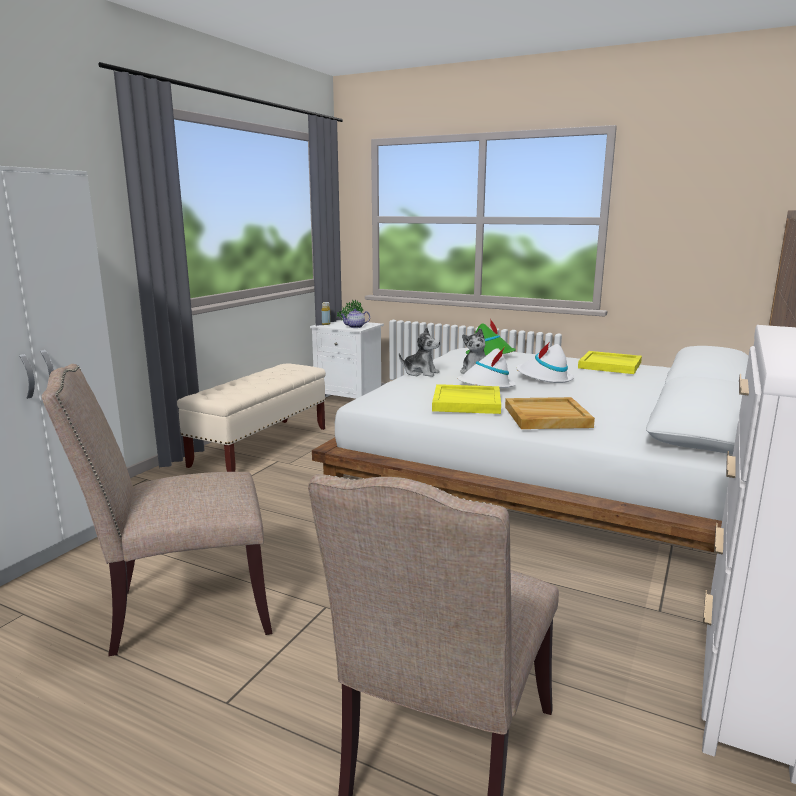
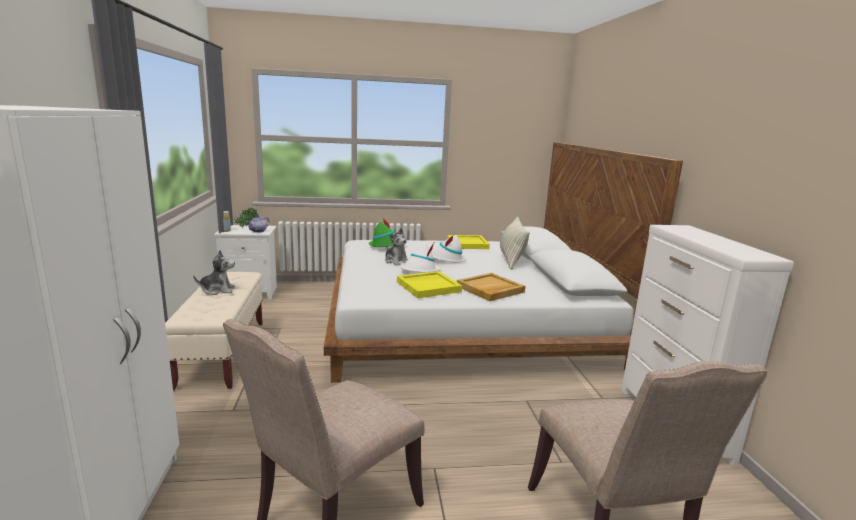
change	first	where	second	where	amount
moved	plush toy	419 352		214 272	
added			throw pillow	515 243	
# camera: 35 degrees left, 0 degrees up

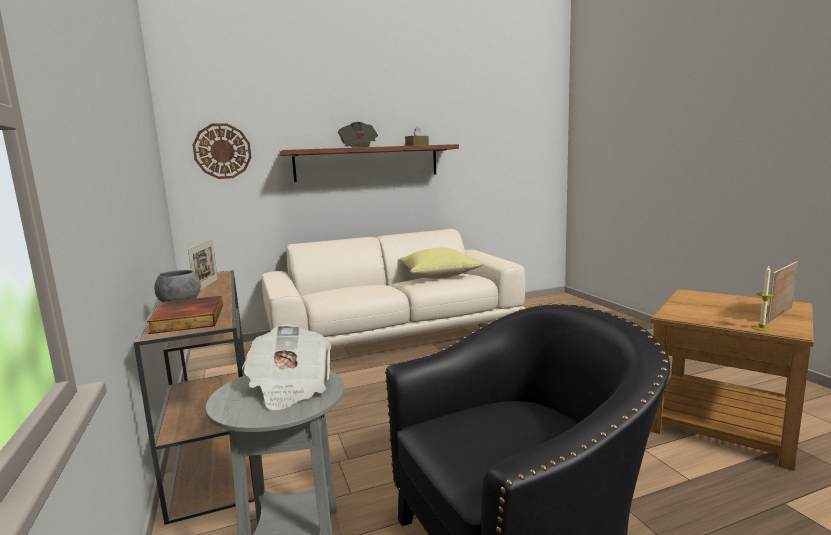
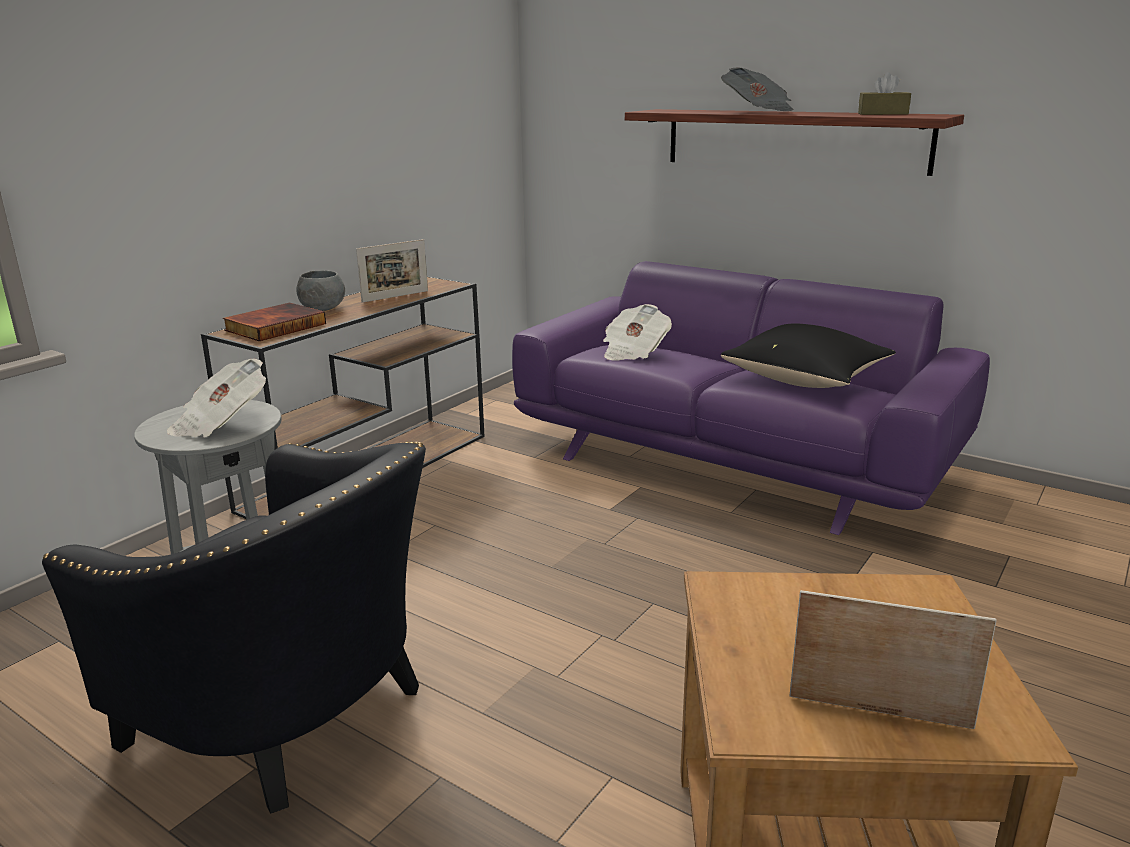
change	first	where	second	where	amount
recoloured	beige couch	393 289	purple-coloured couch	751 398	
added			newspaper	637 332	
recoloured	yellow throw pillow	440 263	blackish throw pillow	808 356	
removed	wall clock	222 151			
removed	wax light	763 298			
# camera: 55 degrees right, 10 degrees up

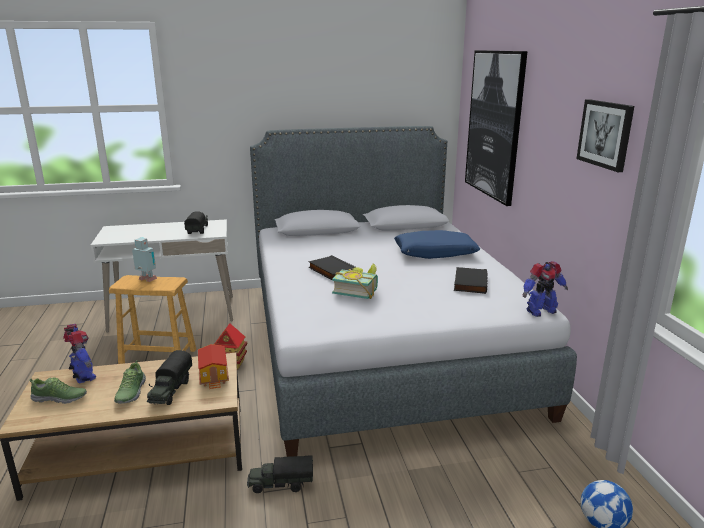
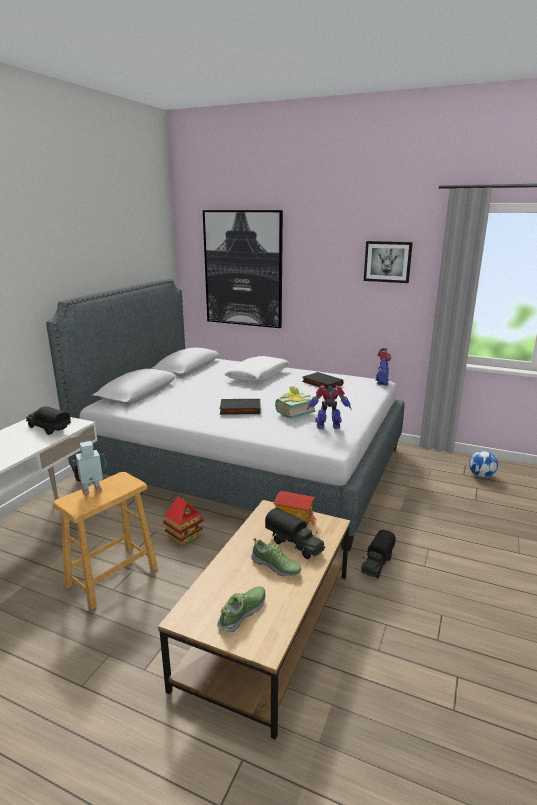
change	first	where	second	where	amount
recoloured	bluish throw pillow	437 244	white-coloured throw pillow	257 369	
moved	toy robot	79 353		329 407	
# camera: 55 degrees left, 0 degrees up

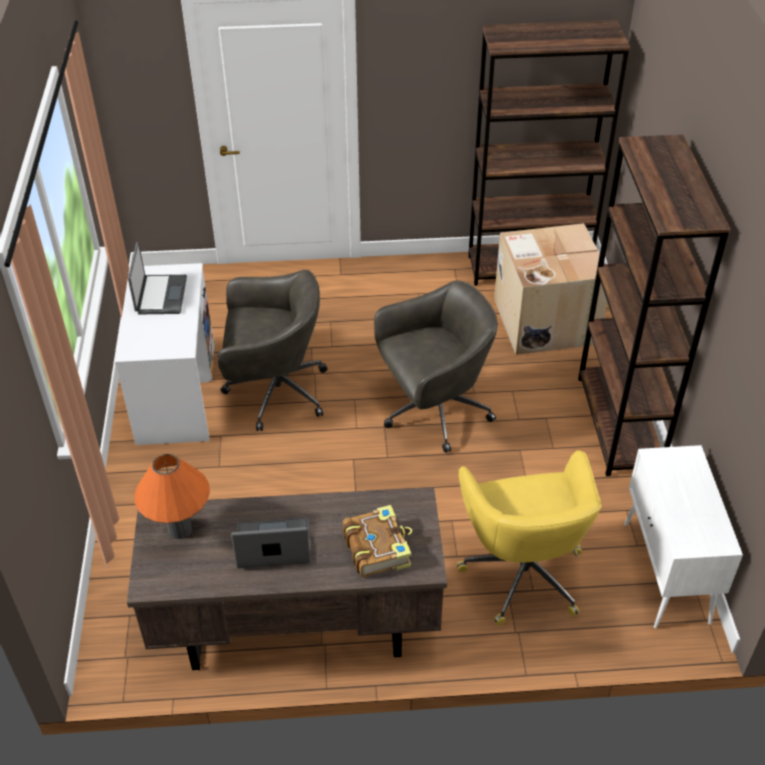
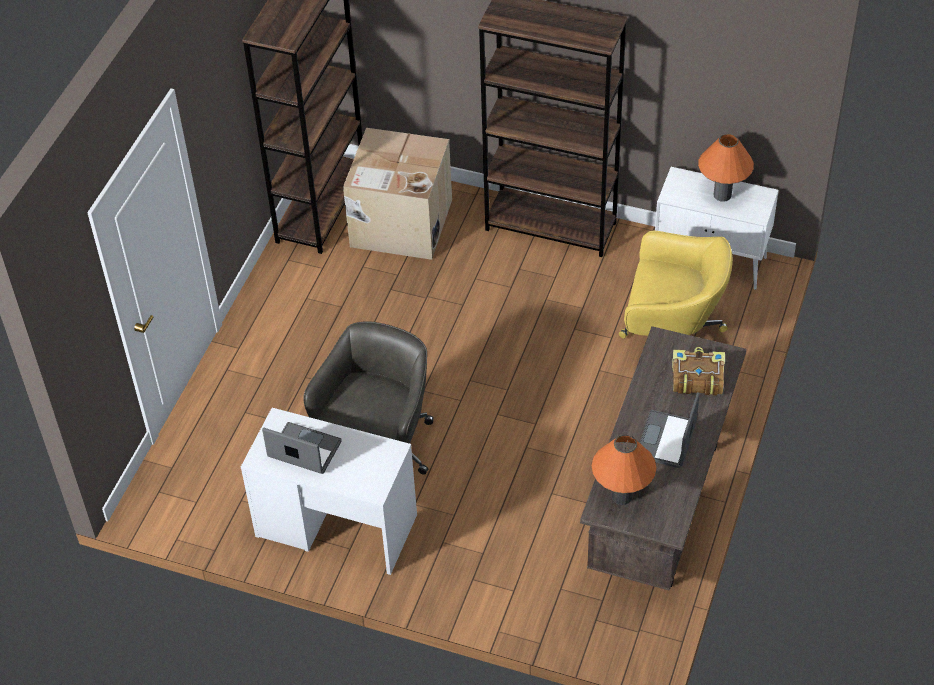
change	first	where	second	where	amount
added			orange lamp for a table	726 168	
removed	greyish desk chair	436 366			
# camera: 65 degrees left, 5 degrees up

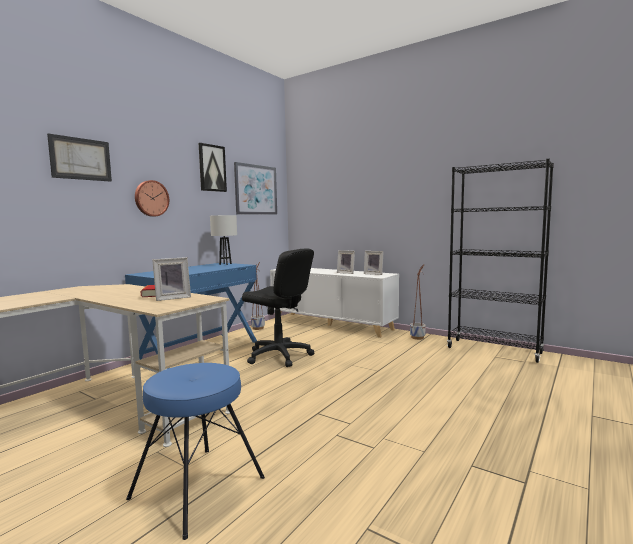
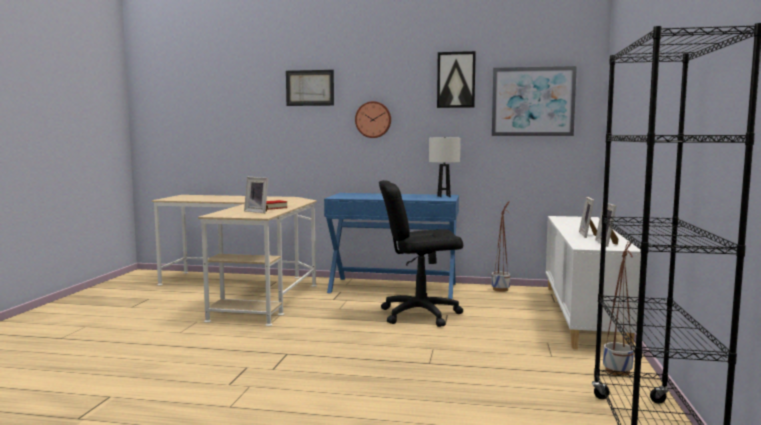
change	first	where	second	where	amount
turned	blackish desk chair	278 308		421 253	75 degrees clockwise
removed	bluish sitting stool	195 451			
# camera: 65 degrees right, 0 degrees up

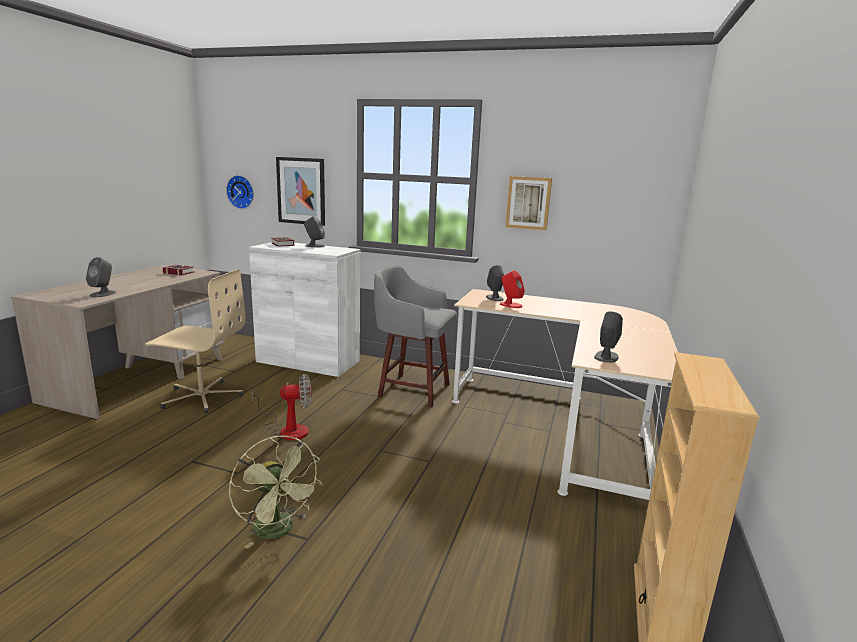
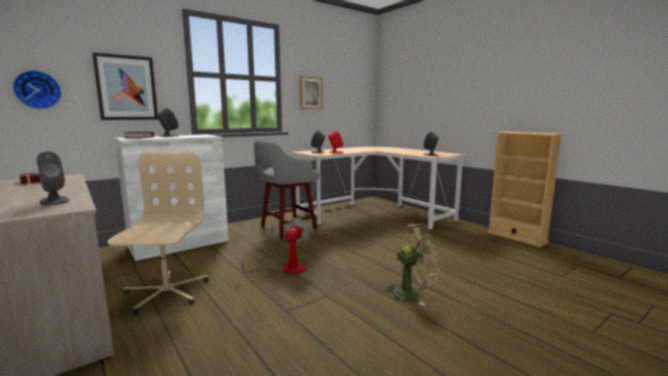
change	first	where	second	where	amount
turned	beige desk chair	195 341		158 233	45 degrees counterclockwise
# camera: 55 degrees left, 5 degrees down

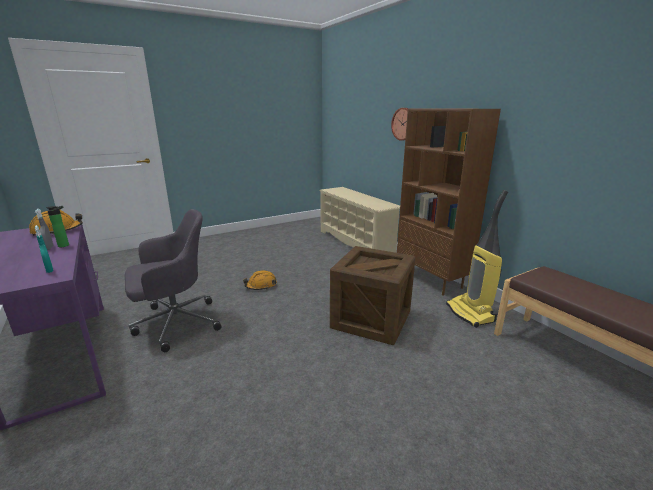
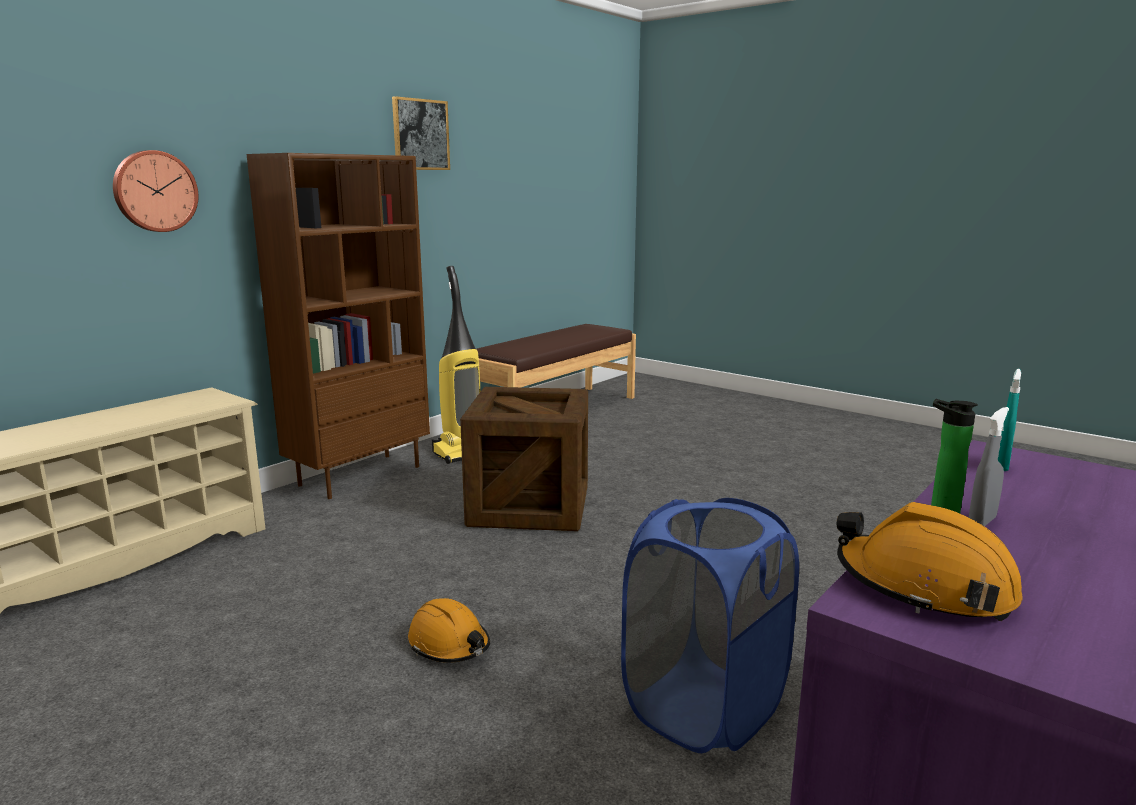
change	first	where	second	where	amount
added			wall art	421 133	
replaced	greyish desk chair	173 280	bluish laundry basket	710 625	
# camera: 110 degrees left, 5 degrees down

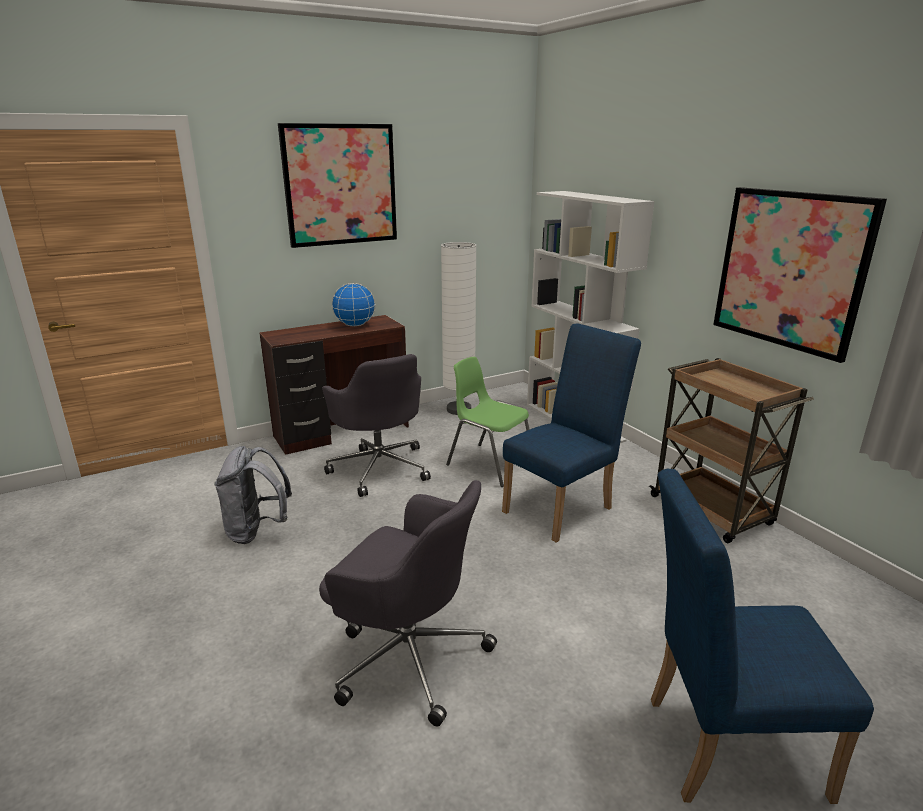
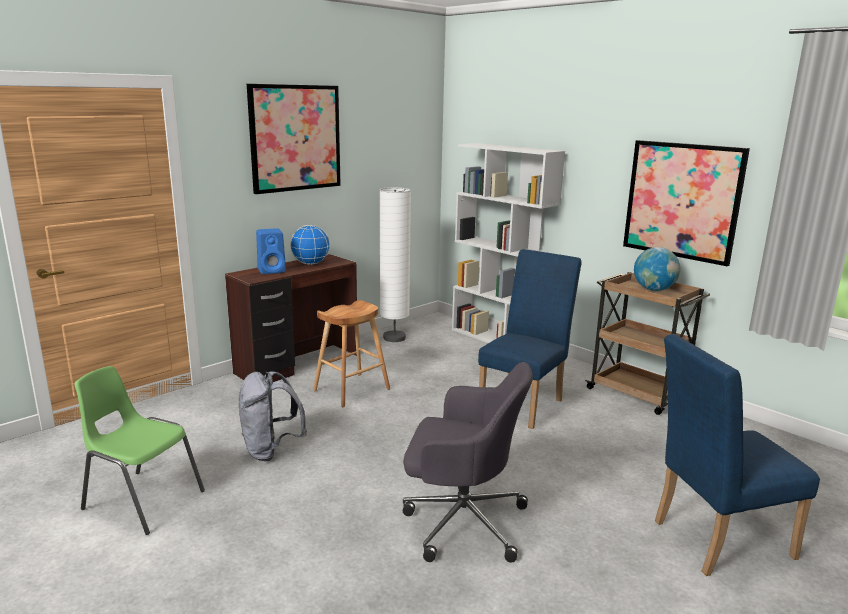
change	first	where	second	where	amount
moved	greenish upright chair	488 422		139 450	
added			bluish loudspeaker	271 251	
replaced	greyish desk chair	376 425	brownish sitting stool	351 353	
added			globe	657 269	
# camera: 15 degrees left, 5 degrees down

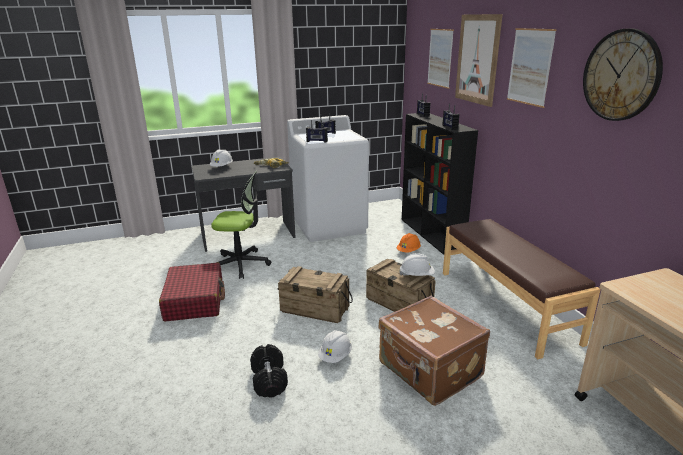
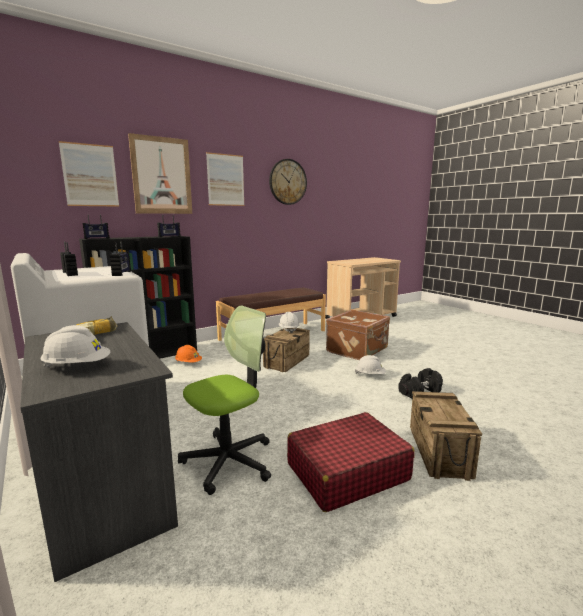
change	first	where	second	where	amount
turned	desk chair	241 225		224 400	60 degrees clockwise
moved	crate	315 294		446 436	
# camera: 105 degrees left, 10 degrees down

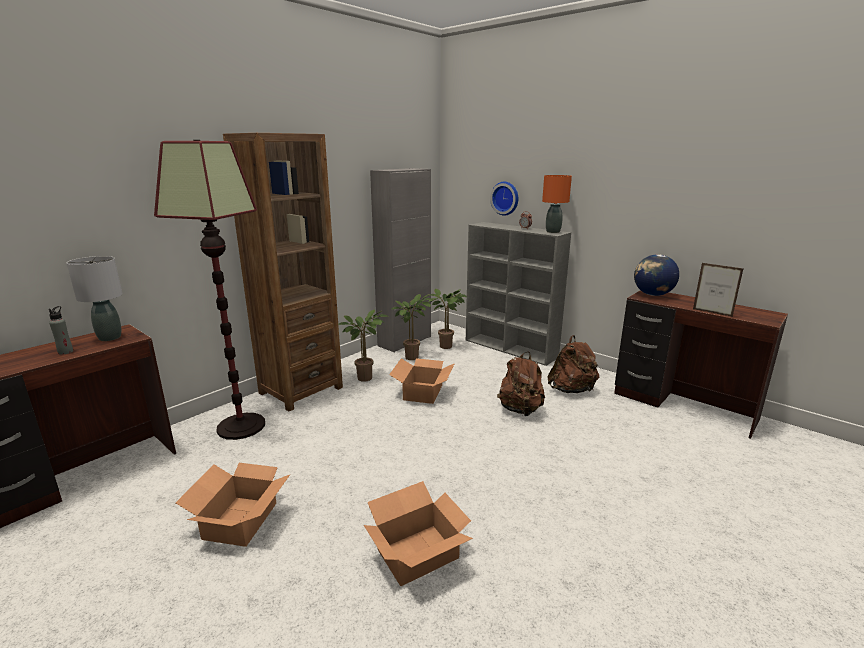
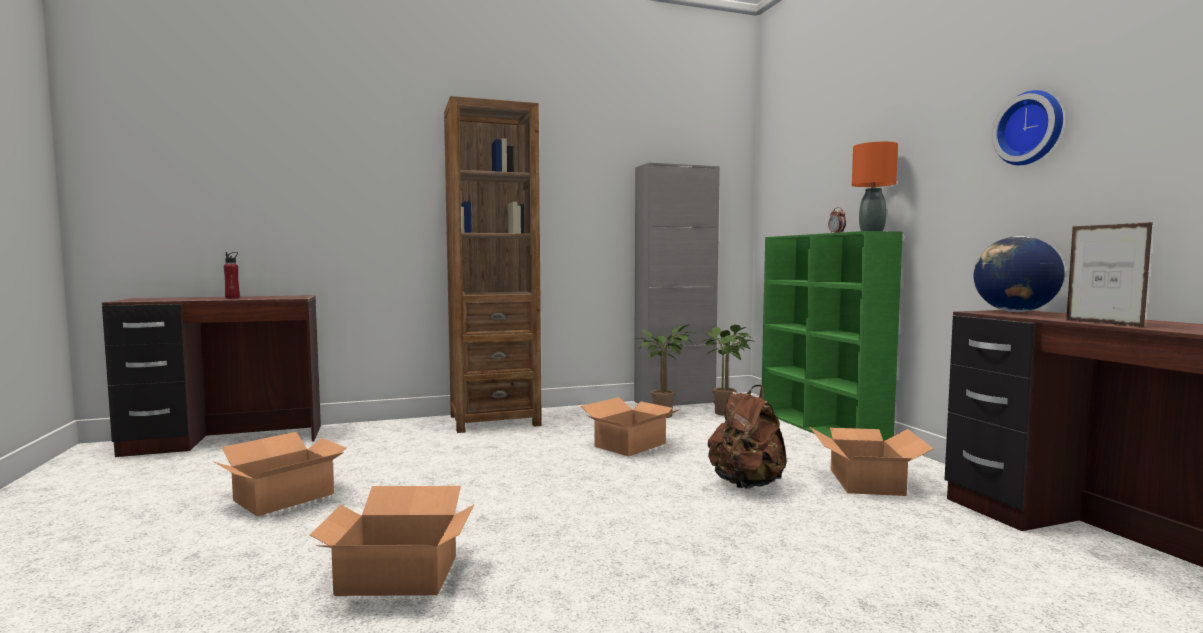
change	first	where	second	where	amount
recoloured	greyish drink bottle	61 330	red drink bottle	232 275	
recoloured	greyish bookcase	518 294	greenish bookcase	832 336	
replaced	brownish rucksack	573 364	packing box	872 461	
moved	wall clock	504 199		1027 127	
removed	greyish lamp for a table	95 298			
removed	standard lamp	209 290			
removed	plant in a pot	363 345			
# camera: 30 degrees right, 15 degrees down

